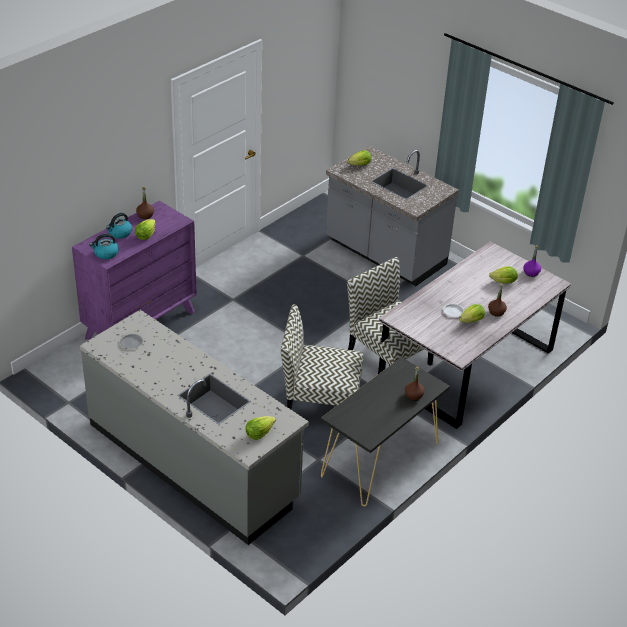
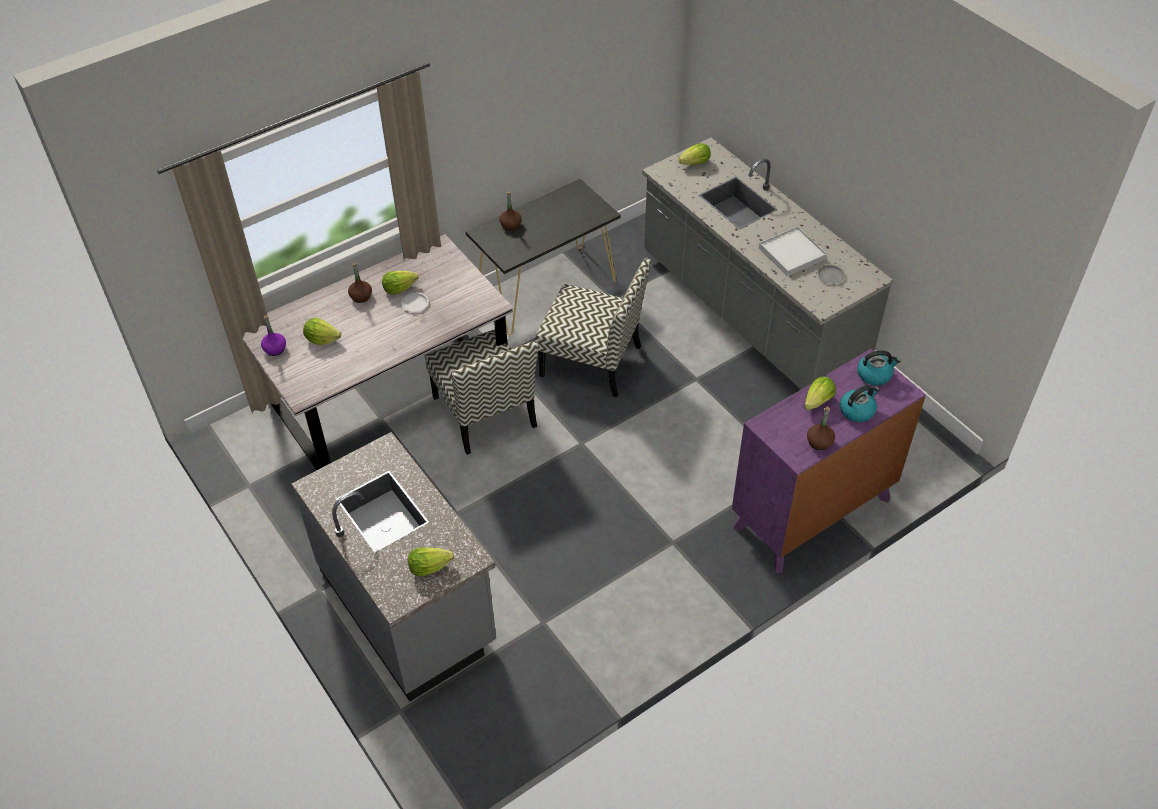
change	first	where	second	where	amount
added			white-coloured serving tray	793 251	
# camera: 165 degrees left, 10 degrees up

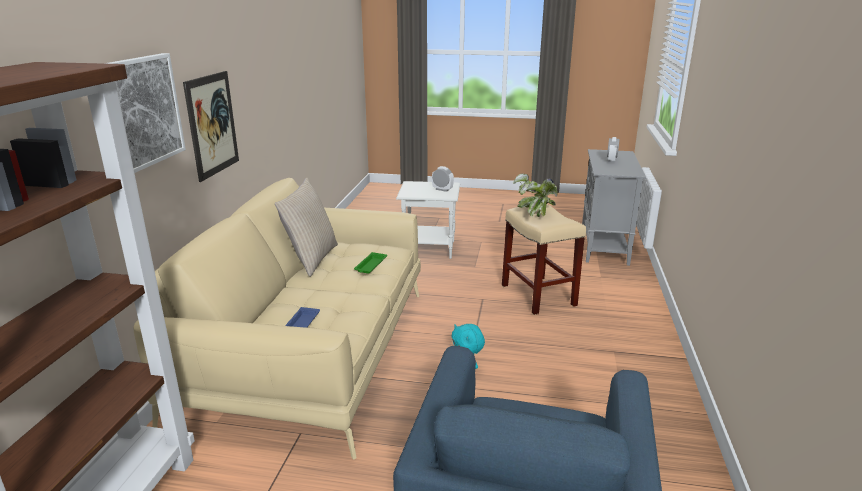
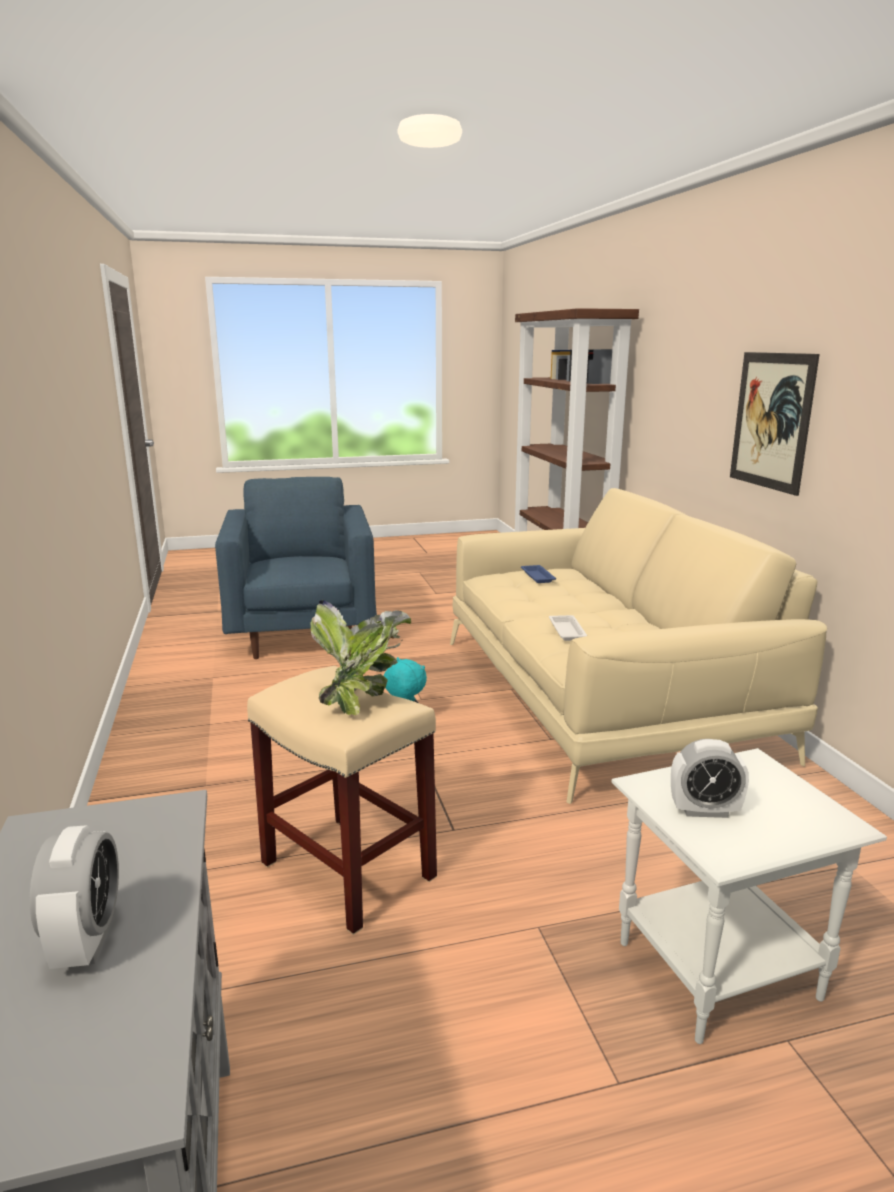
change	first	where	second	where	amount
recoloured	greenish serving tray	370 262	white-coloured serving tray	568 628	
removed	wall art	145 113			
removed	beige throw pillow	306 227			
# camera: 155 degrees right, 5 degrees down

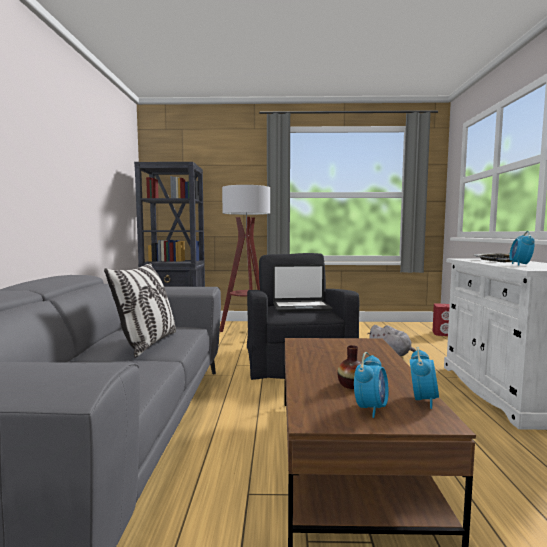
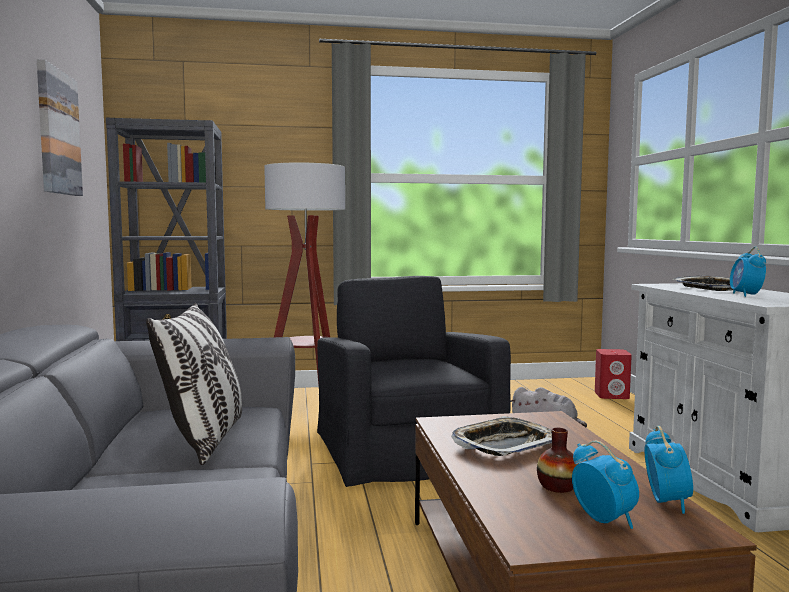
change	first	where	second	where	amount
added			wall art	60 127	
added			serving tray	501 436	
turned	bedside clock	371 385		605 485	45 degrees counterclockwise
removed	laptop	303 288			
# camera: 10 degrees left, 0 degrees up

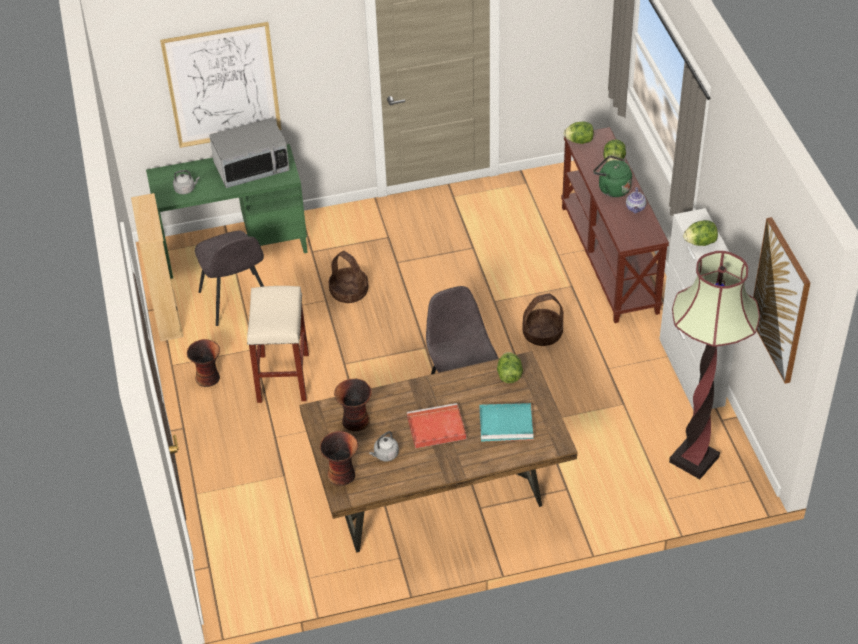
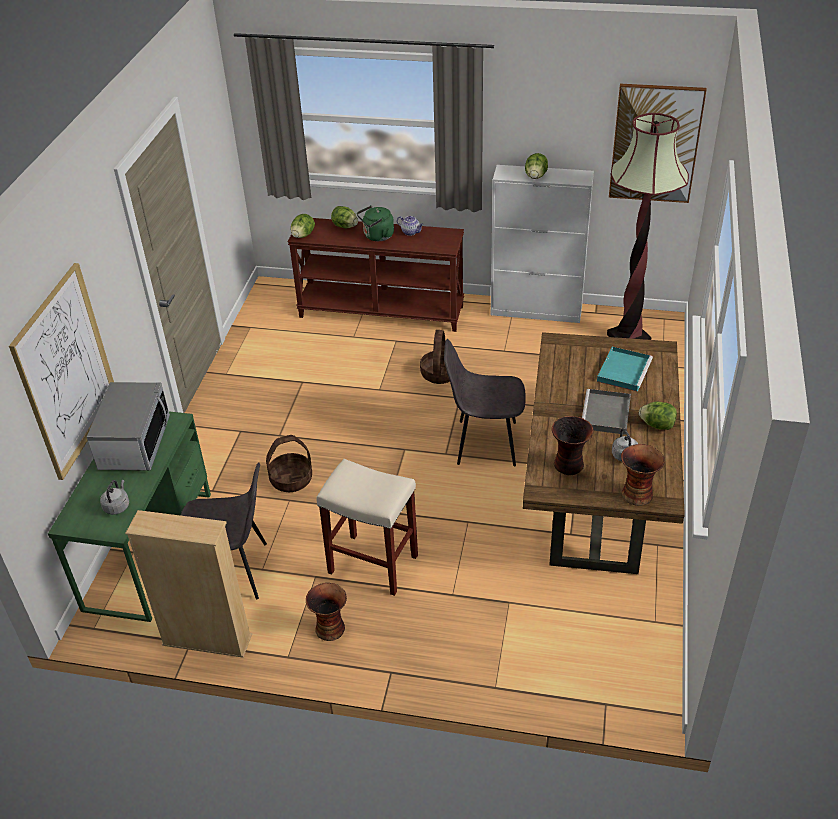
change	first	where	second	where	amount
recoloured	red serving tray	437 425	greyish serving tray	606 412	
moved	head of lettuce	510 367		658 416	
# camera: 65 degrees left, 5 degrees down

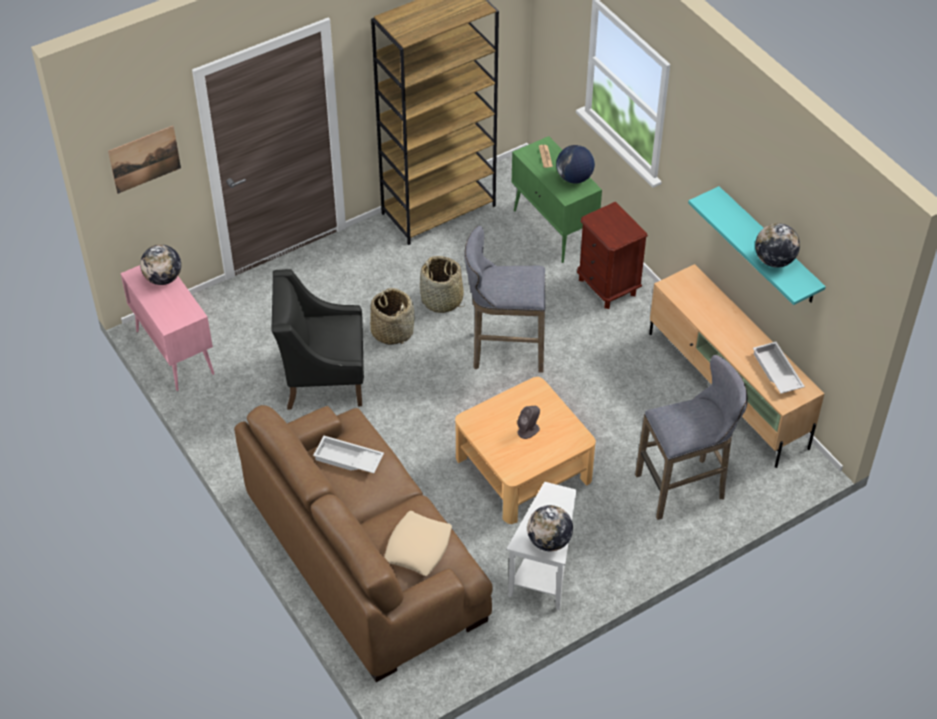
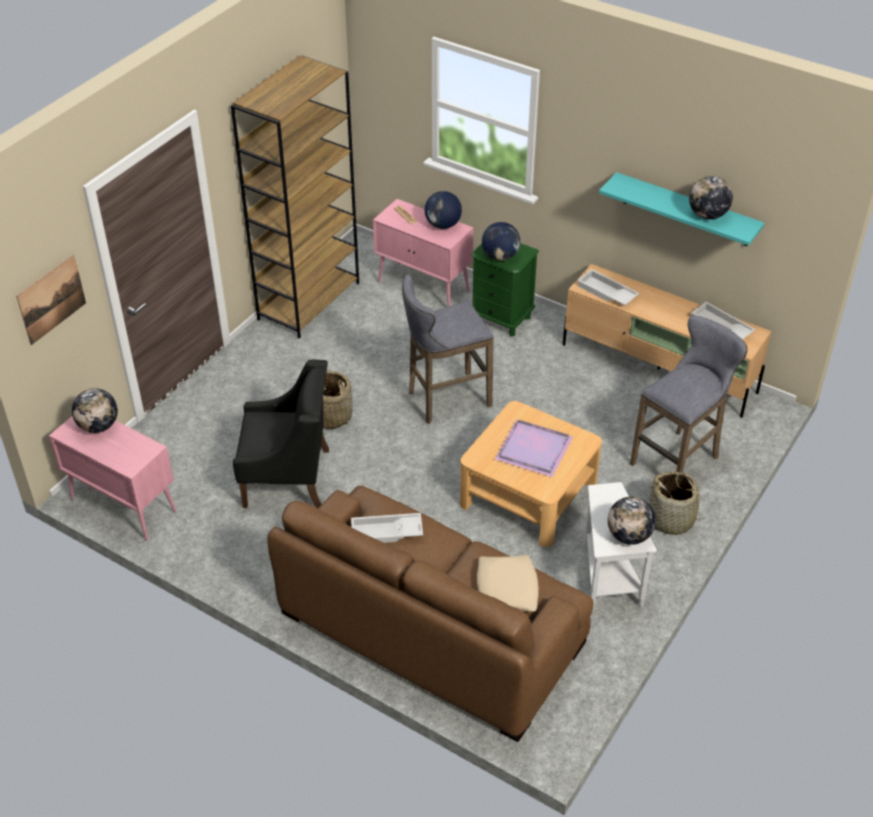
change	first	where	second	where	amount
turned	blackish armchair	317 339		281 434	150 degrees counterclockwise
recoloured	greenish cabinet	557 199	pink cabinet	423 253	
recoloured	brownish bedside table	612 255	greenish bedside table	505 290	
added			globe	501 241	
replaced	greyish loudspeaker	528 422	purple-coloured serving tray	534 448	
added			white-coloured serving tray	608 287	
moved	storage basket	442 284		679 503	
# camera: 25 degrees left, 5 degrees down

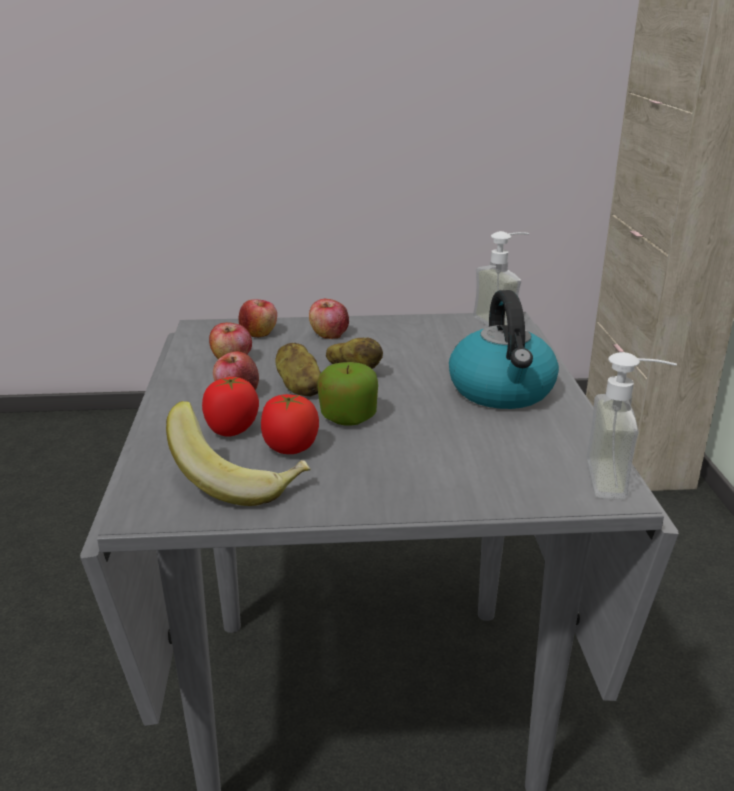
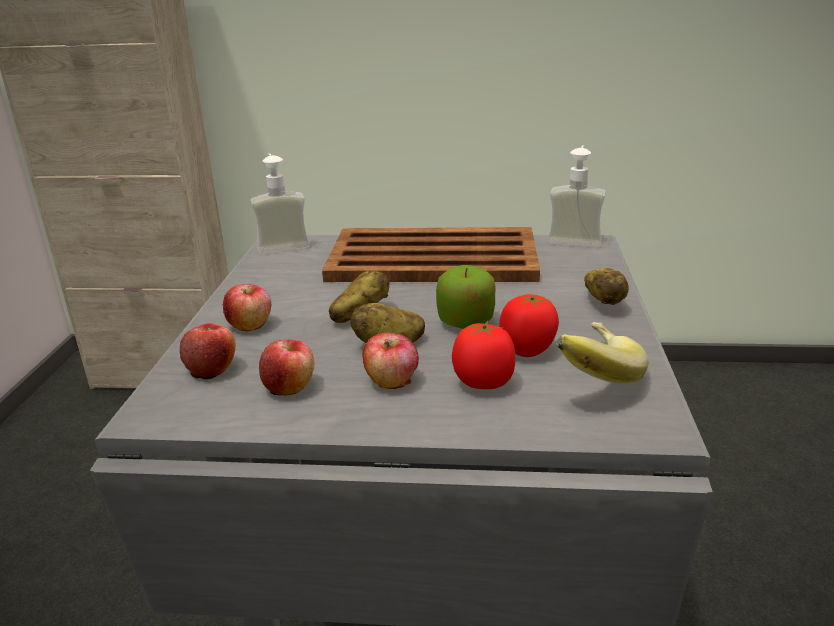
change	first	where	second	where	amount
replaced	water kettle	504 349	brownish serving tray	431 254	
added			potato	606 286	
# camera: 80 degrees left, 0 degrees up

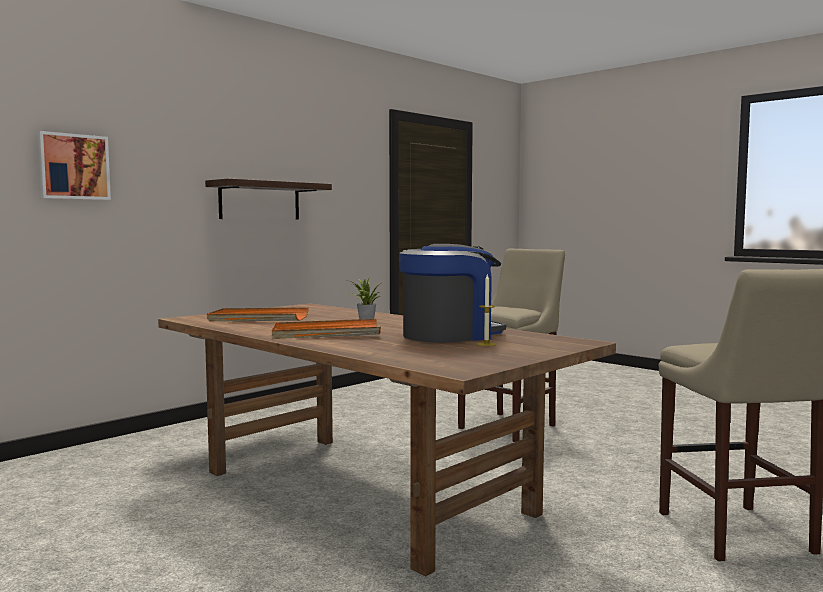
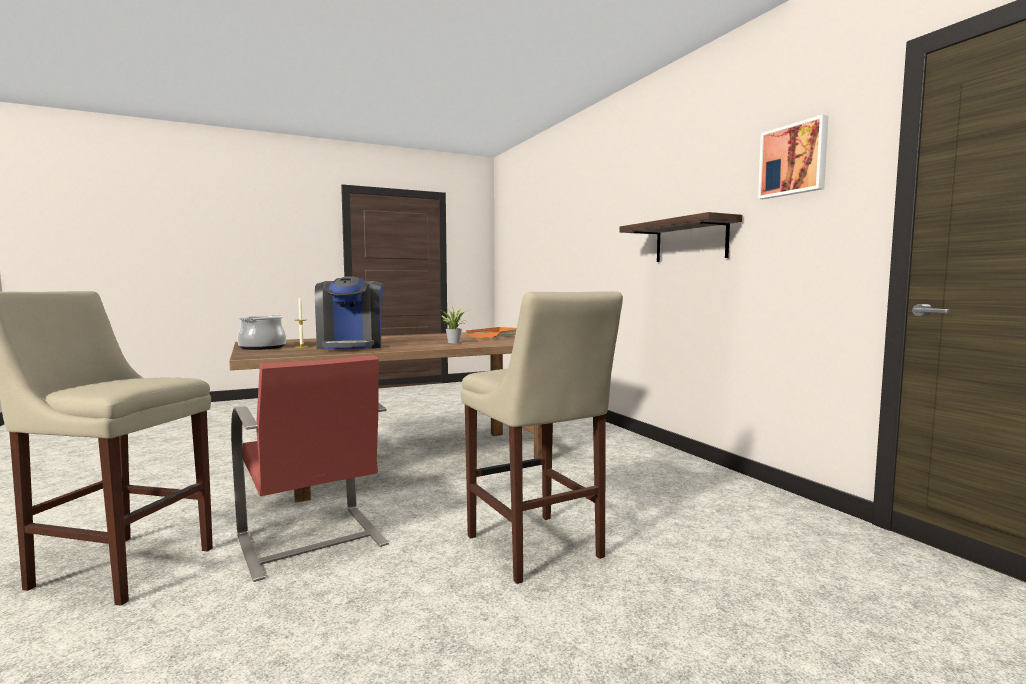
change	first	where	second	where	amount
added			red upright chair	310 468	
added			stockpot	261 332	
moved	wall art	74 165		793 157	
removed	orange serving tray	326 329			
# camera: 110 degrees right, 0 degrees up

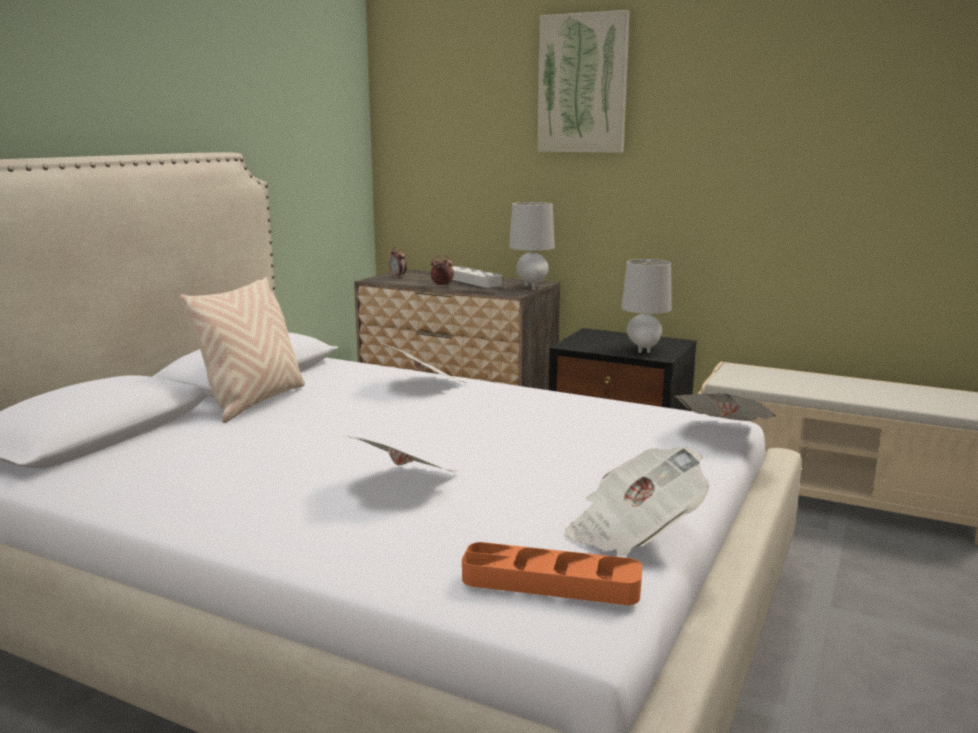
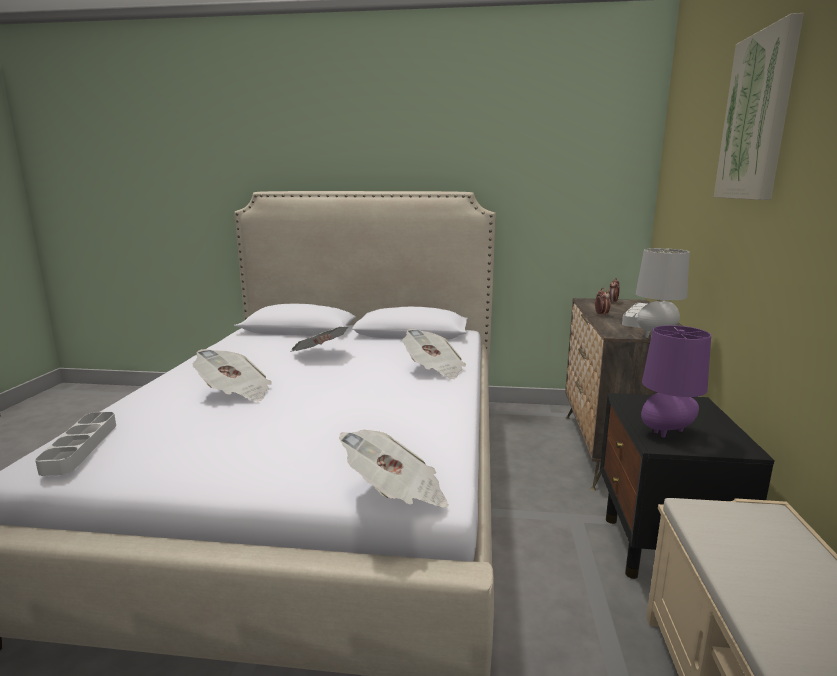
change	first	where	second	where	amount
recoloured	orange serving tray	552 573	greyish serving tray	75 444	
moved	newspaper	637 501		319 339	
recoloured	greyish lamp for a table	646 306	purple-coloured lamp for a table	676 381	
removed	beige throw pillow	242 350			
# camera: 70 degrees right, 0 degrees up

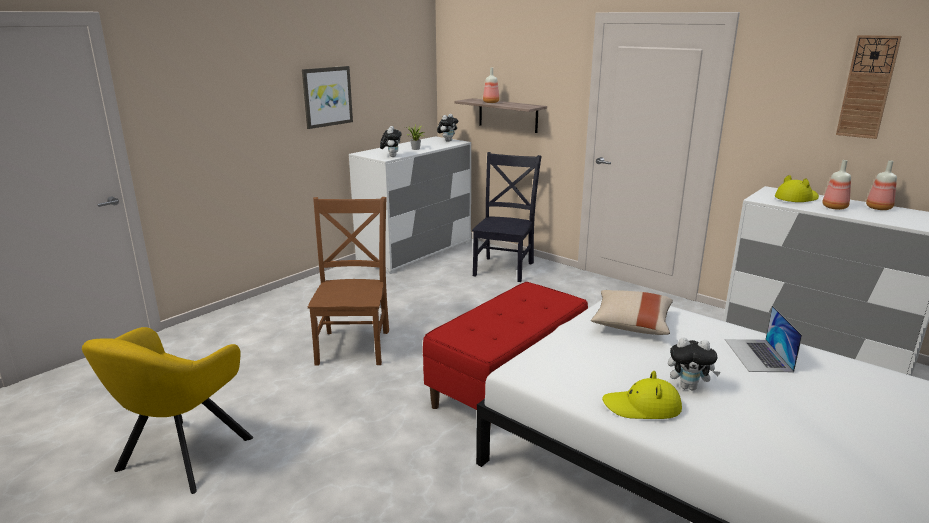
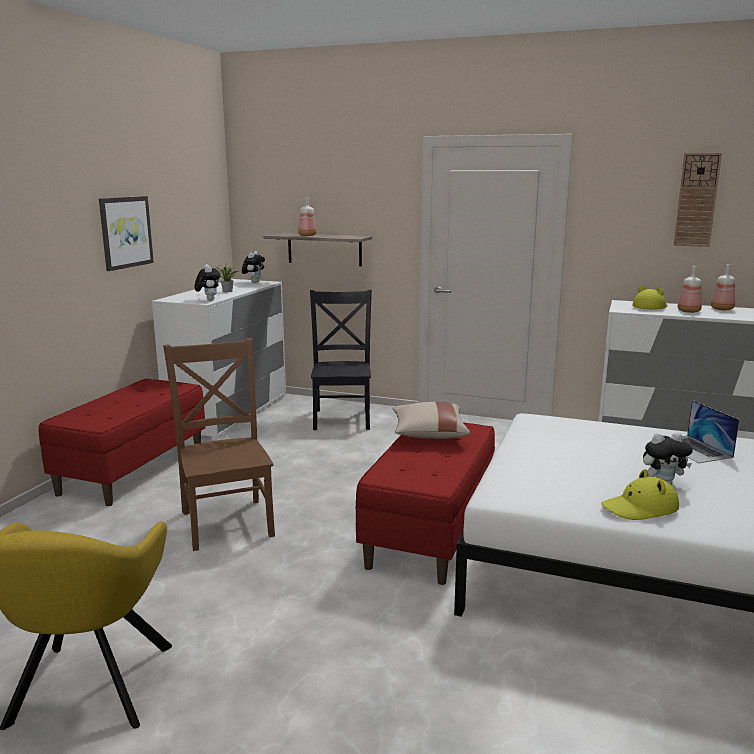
change	first	where	second	where	amount
added			red bench	122 442	
moved	beige throw pillow	632 312		431 420	
# camera: 20 degrees left, 5 degrees down

